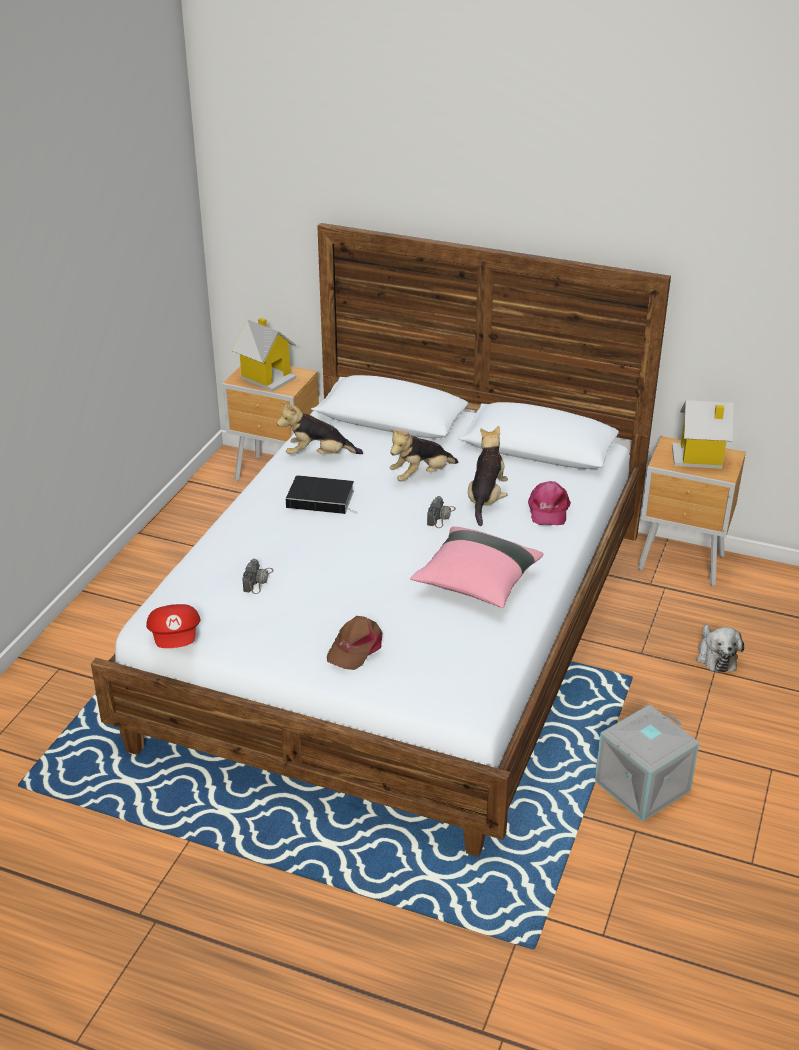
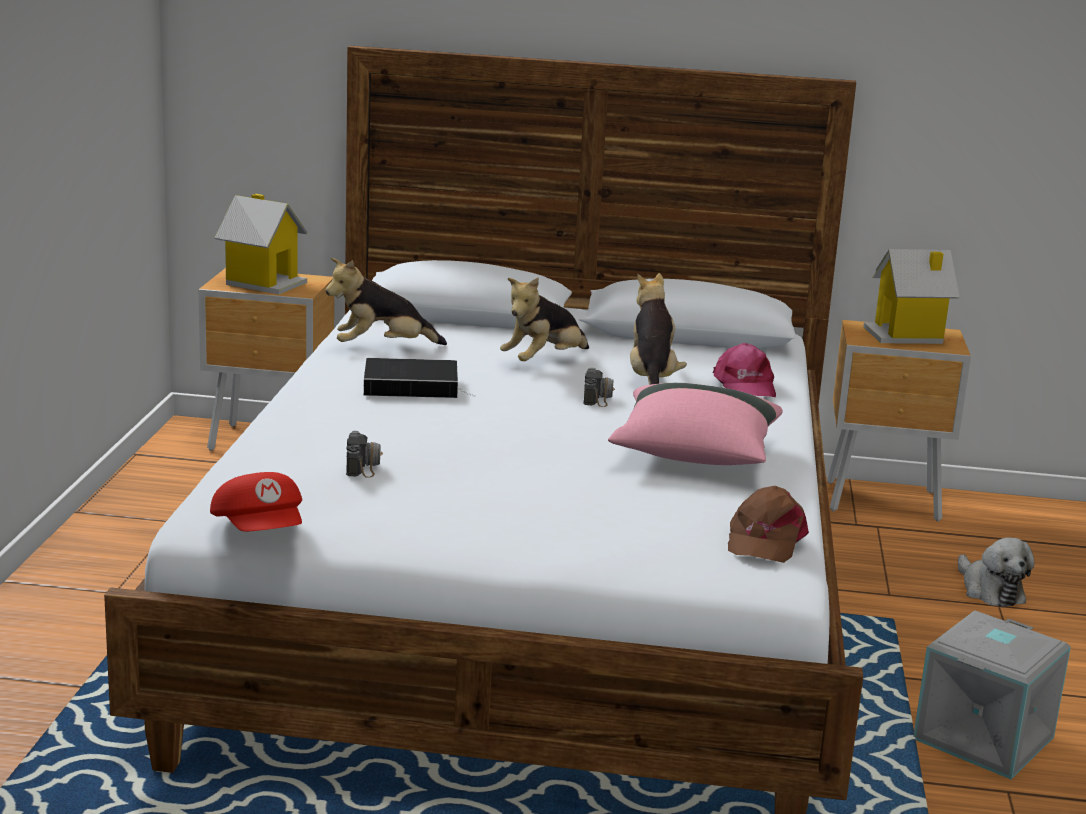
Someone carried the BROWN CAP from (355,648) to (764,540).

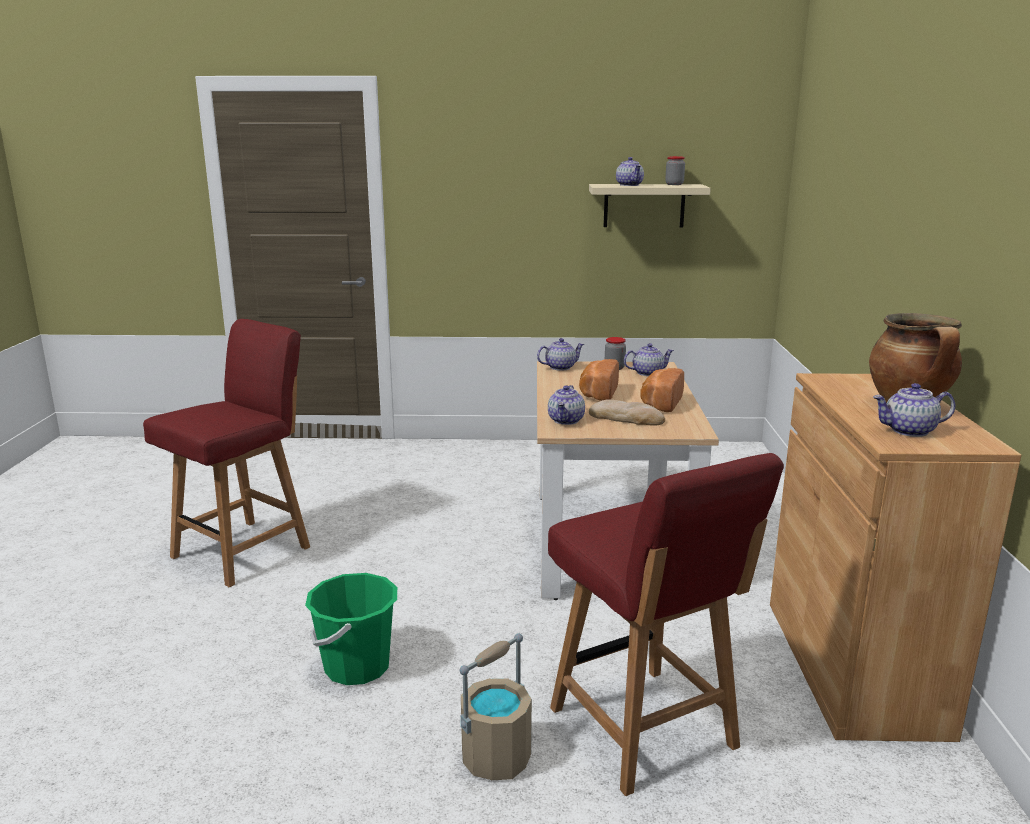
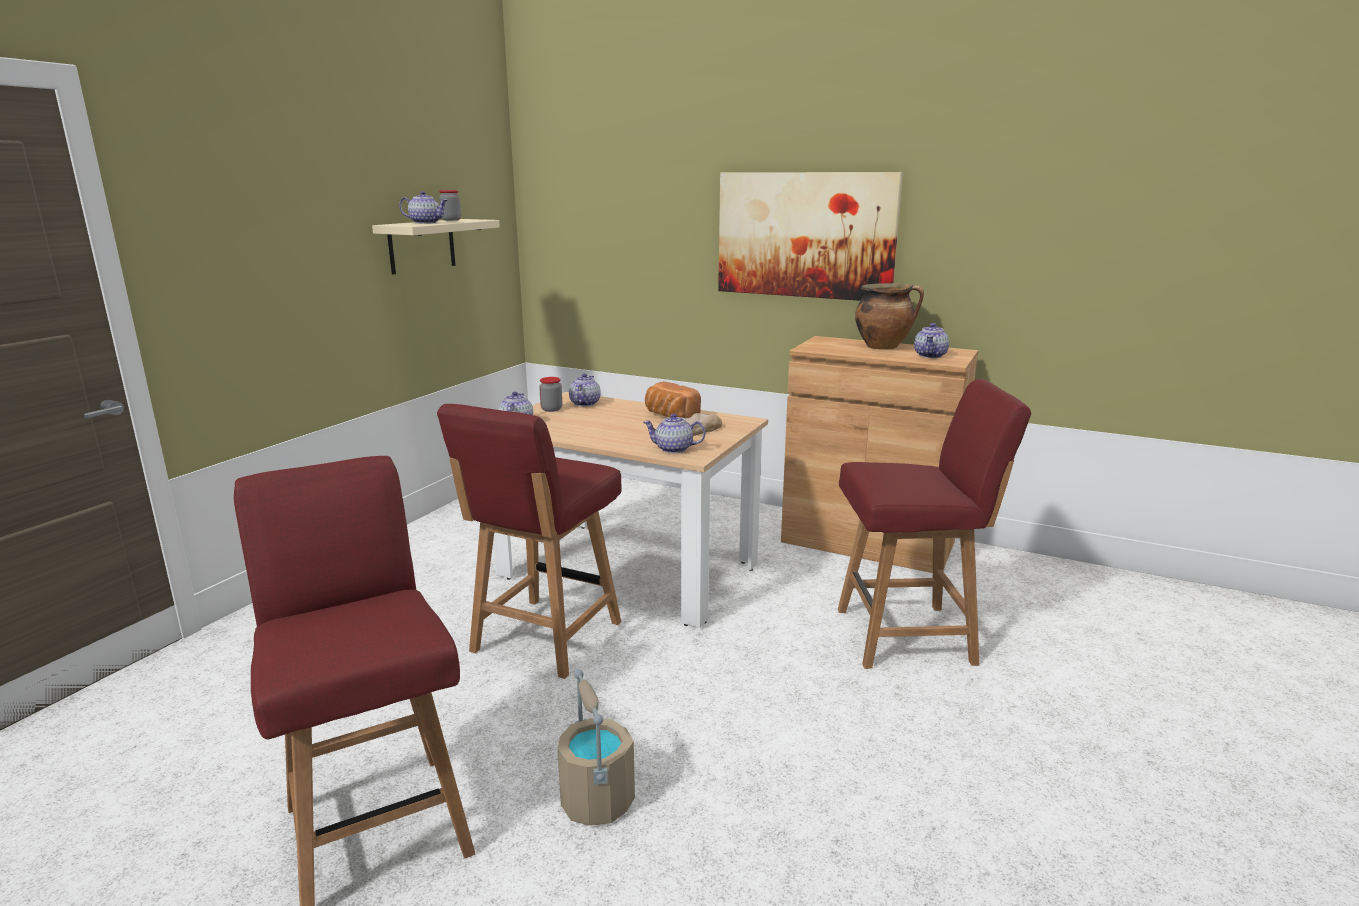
Someone put down the RED CHAIR at (544,638).
Someone carried the BEIGE BUCKET from (496,757) to (596,800).
Someone rotated the TEAPOT at (566,420) by 150 degrees clockwise.
Someone put up the PICTURE at (805,235).
Someone took away the GREEN BUCKET at (357,666).
Someone took away the BREAD at (597,393).

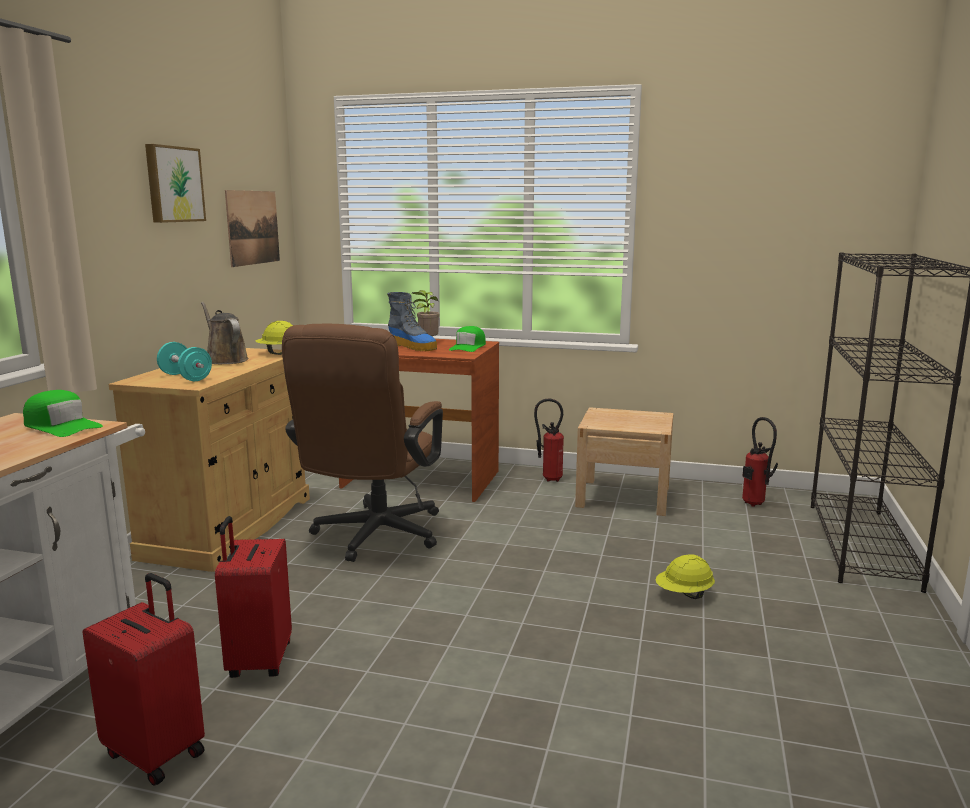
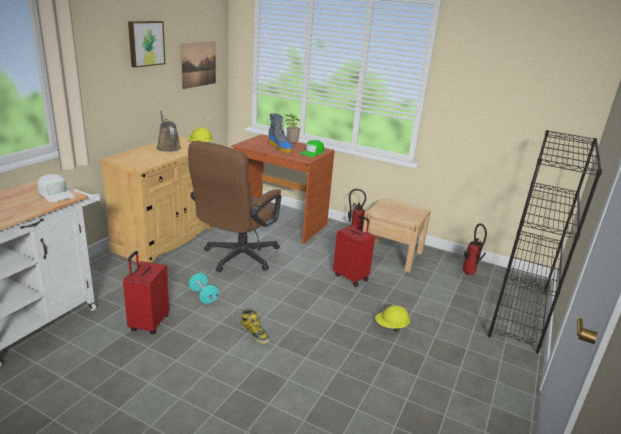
Someone repainted the GREEN CAP at (61,426), which became the WHITE CAP at (55,194).
Someone carried the TURQUOISE DUMBBELL from (185,377) to (203,296).
Someone put down the BOOT at (255,333).
Someone carried the RED SUITCASE from (157,752) to (351,277).

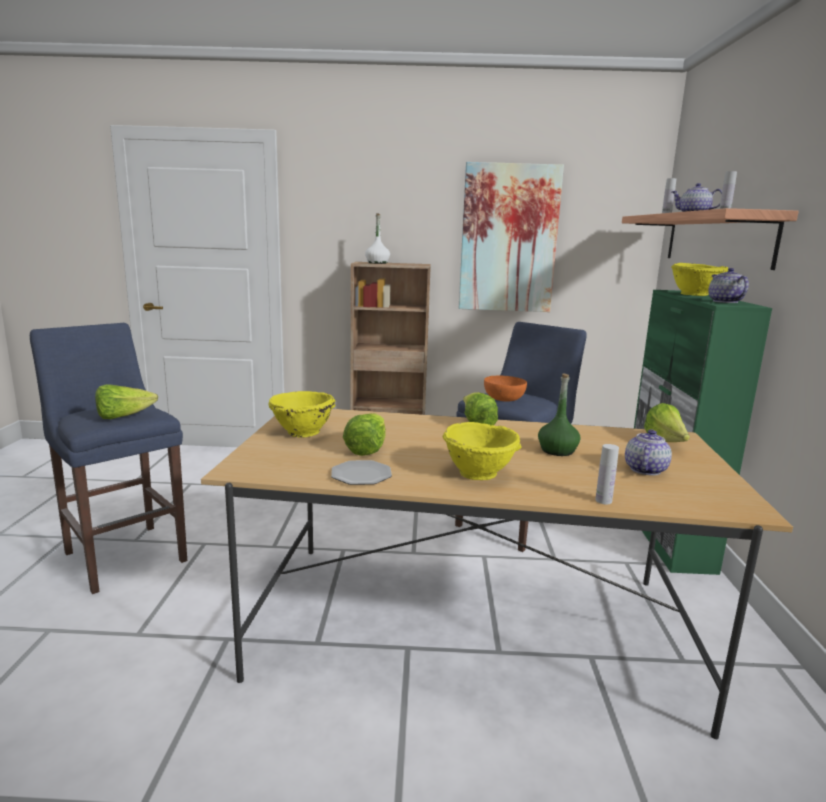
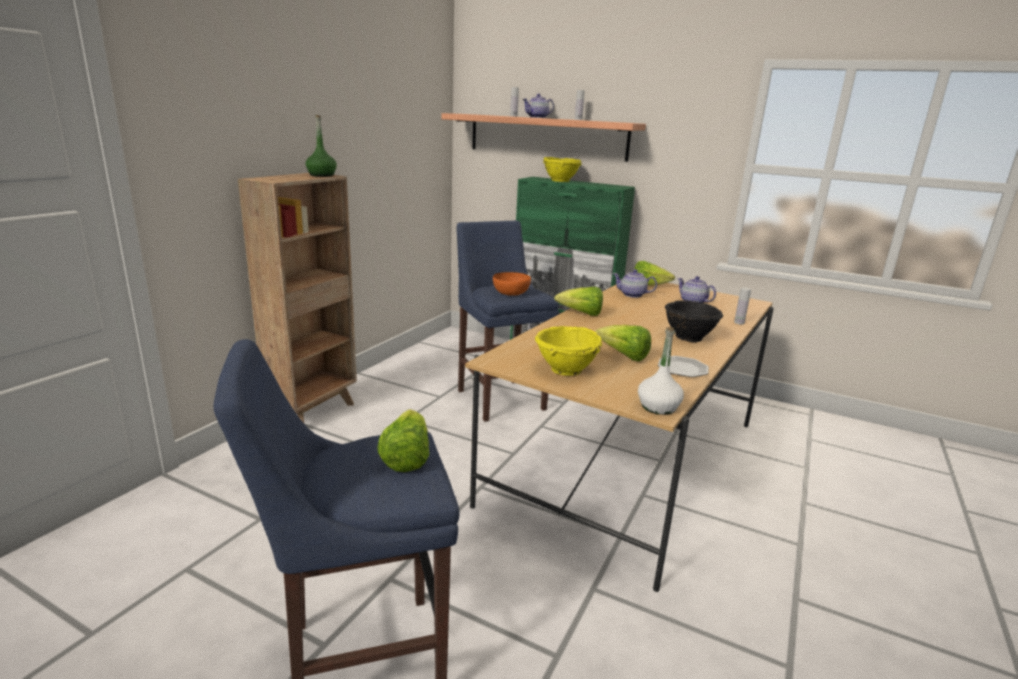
Someone carried the GREEN BOTTLE from (557,451) to (322,175).
Someone carried the TEAPOT from (724,301) to (632,295).
Someone carried the WHITE BOTTLE from (377,263) to (658,407).
Someone repainted the YELLOW BOWL at (479,473), which became the BLACK BOWL at (688,337).
Someone took away the PICTURE at (508,239).

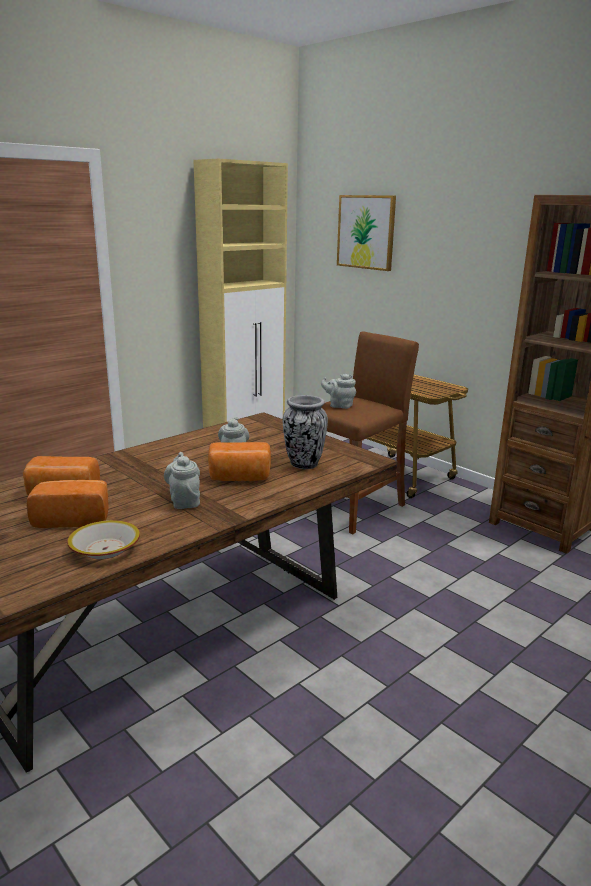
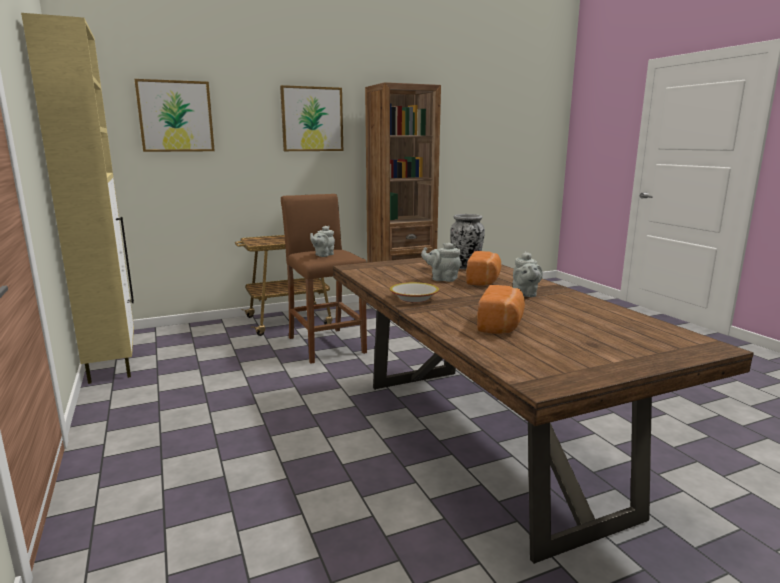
Someone put up the PICTURE at (312,119).
Someone carried the BOWL from (105,549) to (414,298).
Someone rotated the GREY TEAPOT at (184,501) by 90 degrees counterclockwise.
Someone took away the BREAD at (73,518).

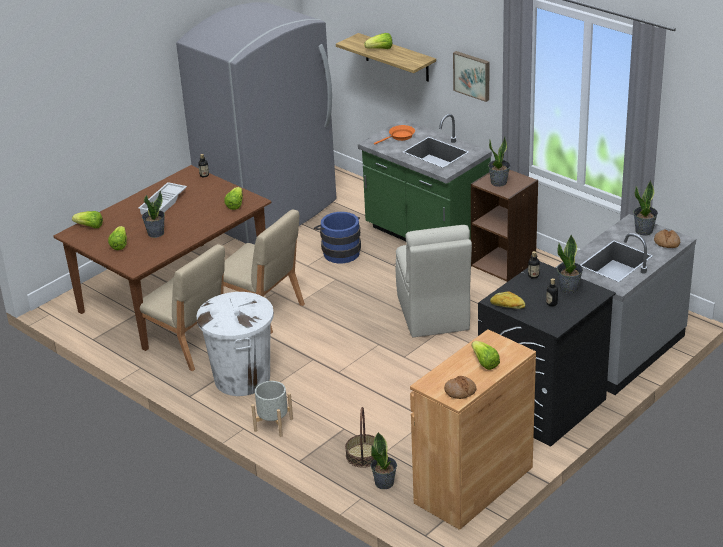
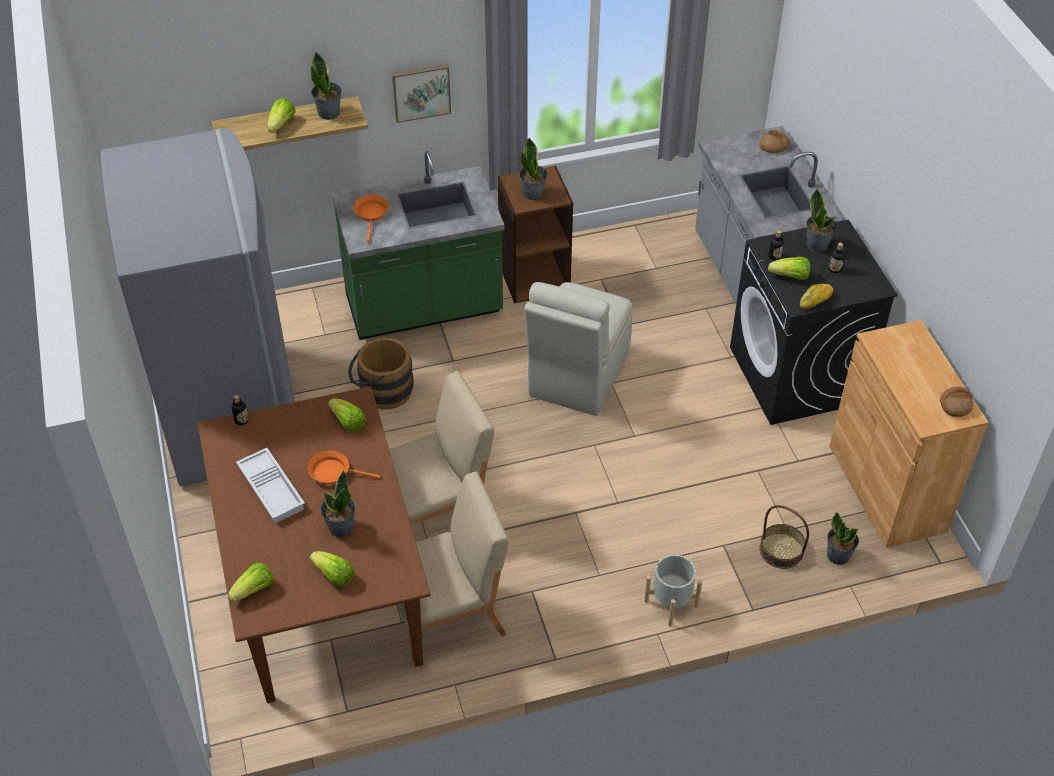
Someone put down the ORANGE FRYING PAN at (333,472).
Someone carried the POTTED PLANT from (644,231) to (329,113).
Someone repainted the BLUE BUCKET at (339,251), which became the BROWN BUCKET at (382,391).
Someone rotated the BEIGE CHAIR at (433,314) by 90 degrees clockwise.
Someone carried the LETTUCE from (484,363) to (790,276).
Someone took away the WHITE TRASH CAN at (242,378).

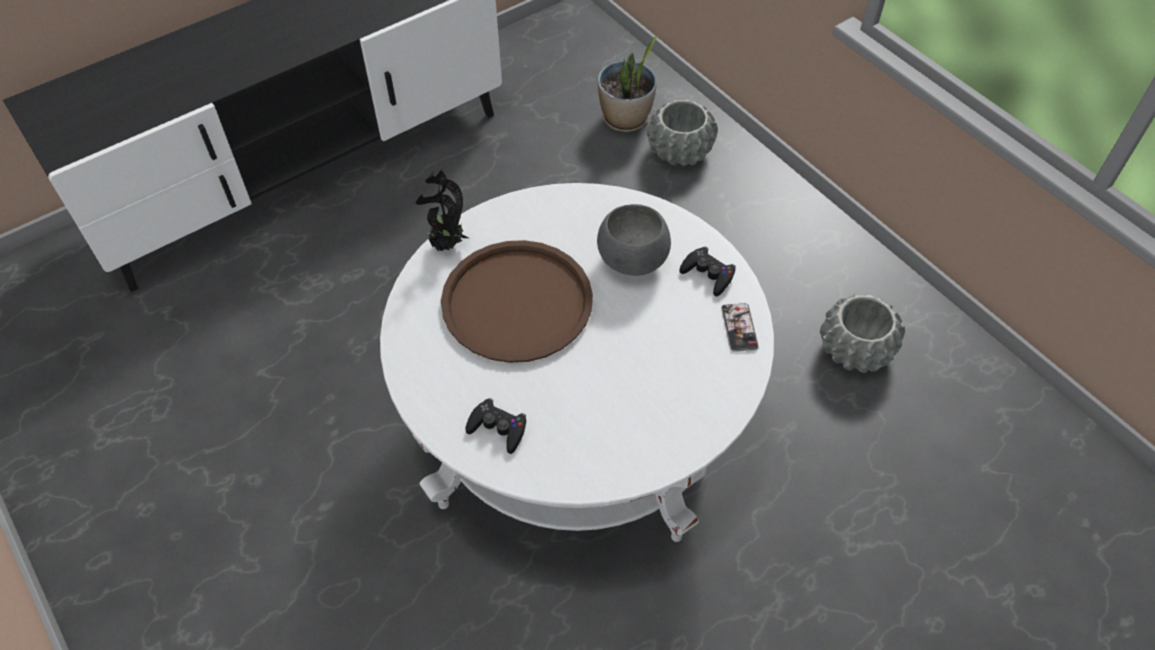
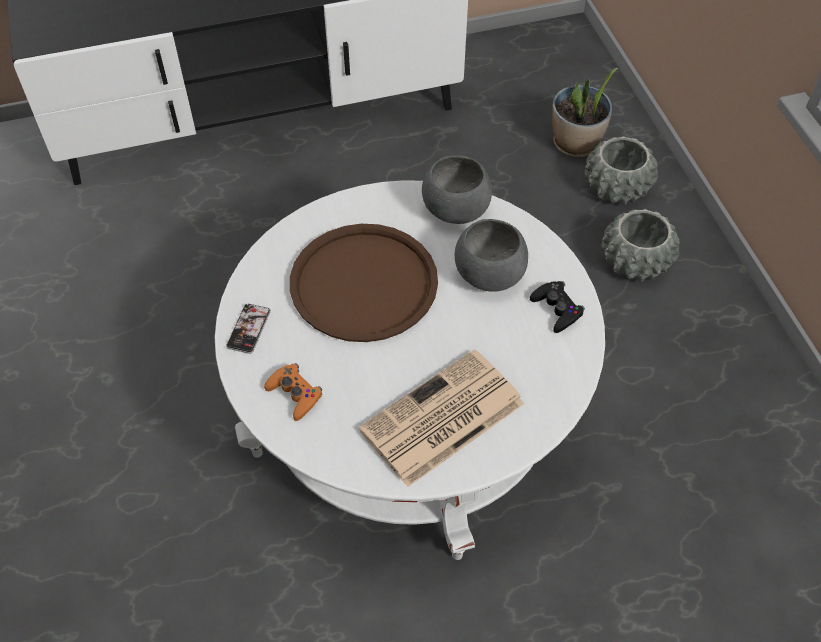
Someone carried the PHONE from (739,328) to (249,329).
Someone repainted the BLACK GAME CONTROLLER at (498,428), which became the ORANGE GAME CONTROLLER at (295,394).
Someone put down the NEWSPAPER at (441,419).
Someone put down the GREY BOWL at (455,210).
Someone carried the GREY PLANTER from (855,350) to (635,262).
Someone took away the POTTED PLANT at (446,245).

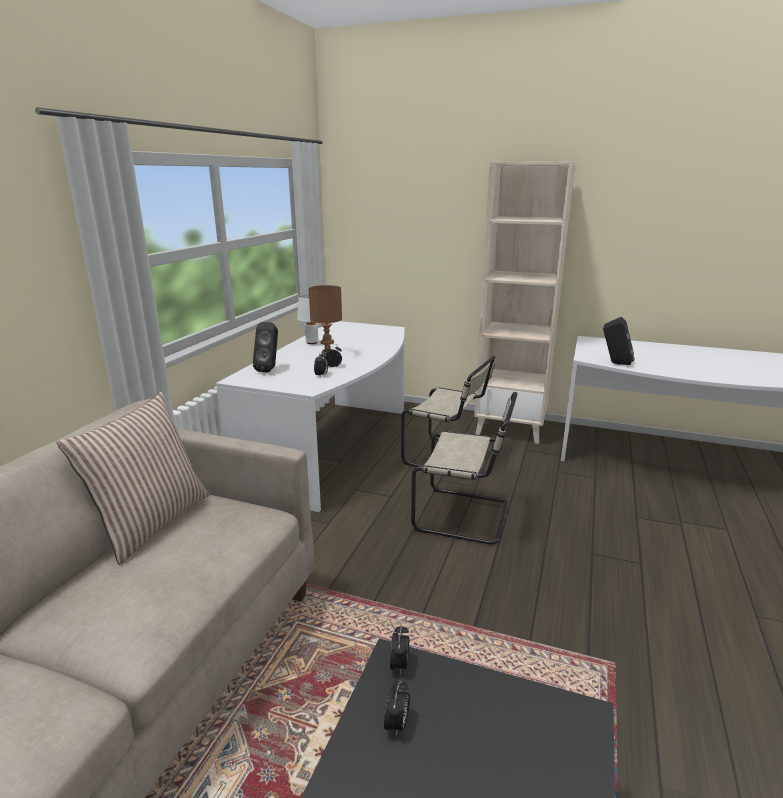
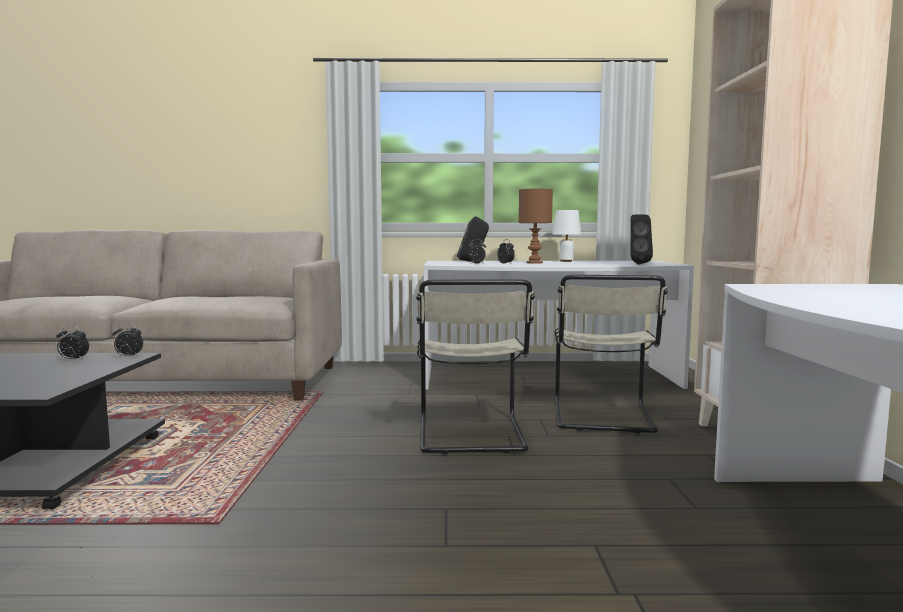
Someone carried the BLACK SPEAKER from (615,363) to (638,264).
Someone took away the PILLOW at (151,522).

